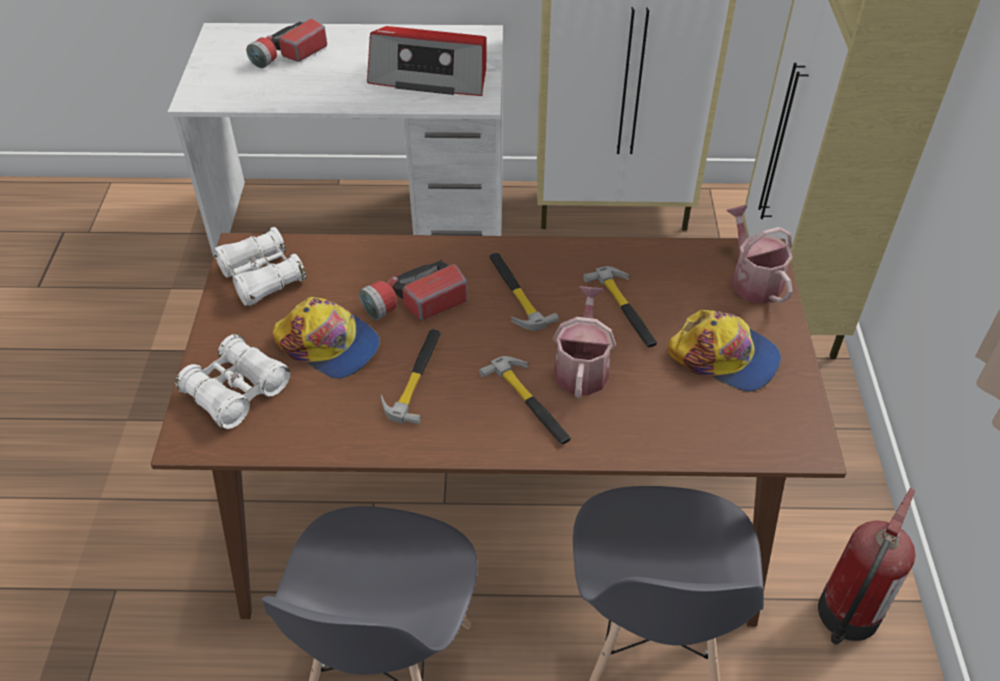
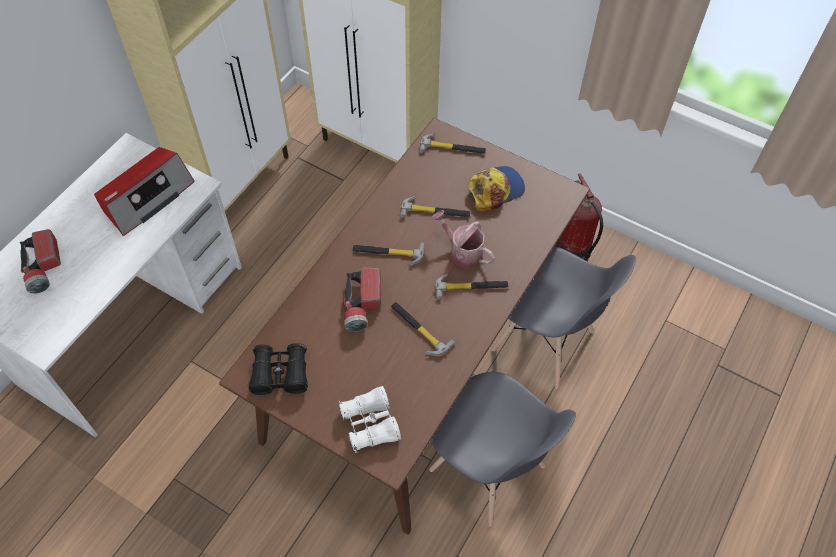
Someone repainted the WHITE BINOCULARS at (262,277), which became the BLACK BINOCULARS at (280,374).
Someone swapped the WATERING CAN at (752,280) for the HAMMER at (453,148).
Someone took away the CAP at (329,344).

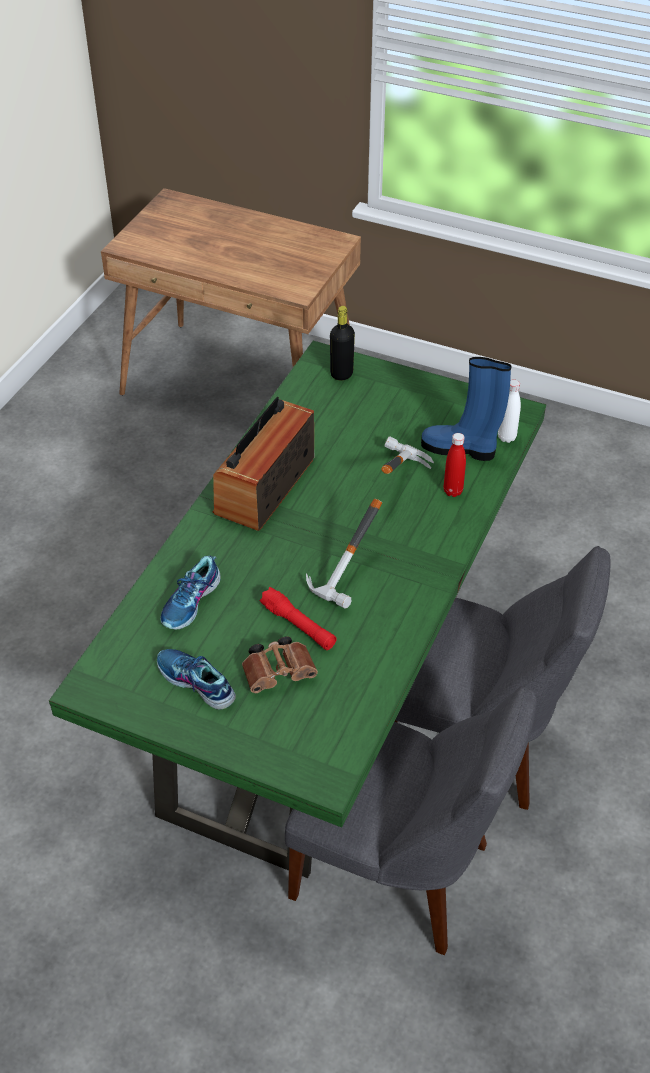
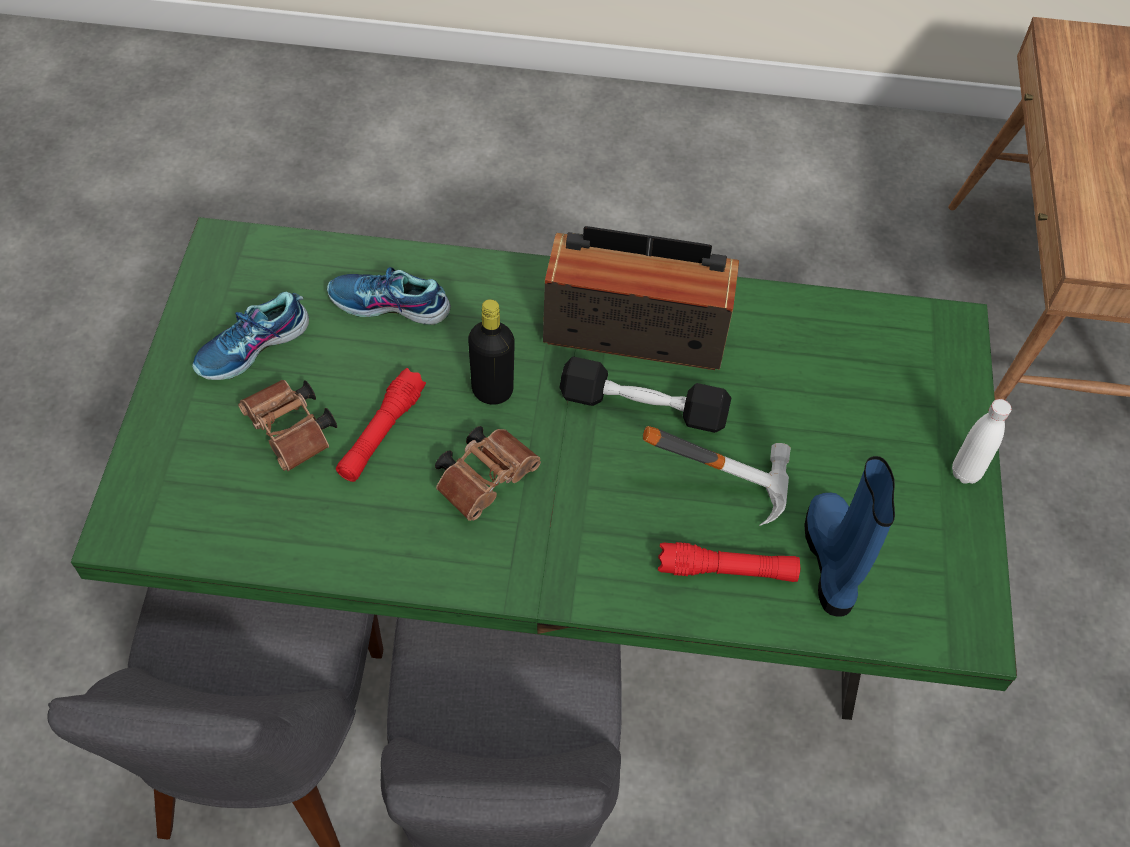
Someone rotated the SHOE at (195,683) by 150 degrees counterclockwise.
Someone swapped the HAMMER at (353,580) for the BROWN BINOCULARS at (487,478).
Someone carried the BLACK BOTTLE from (341,374) to (492,391).
Someone put down the BLACK DUMBBELL at (643,407).
Someone swapped the RED BOTTLE at (453,491) for the RED FLASHLIGHT at (727,570).
Someone carried the WHITE BOTTLE from (506,437) to (965,473).

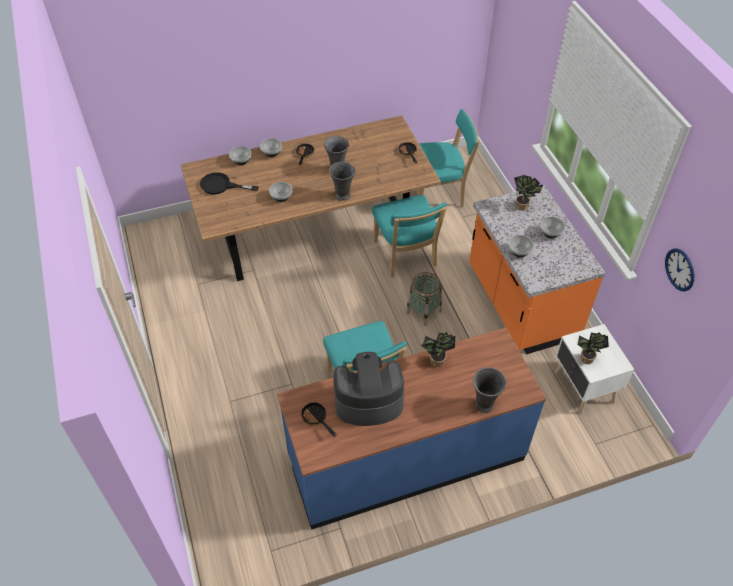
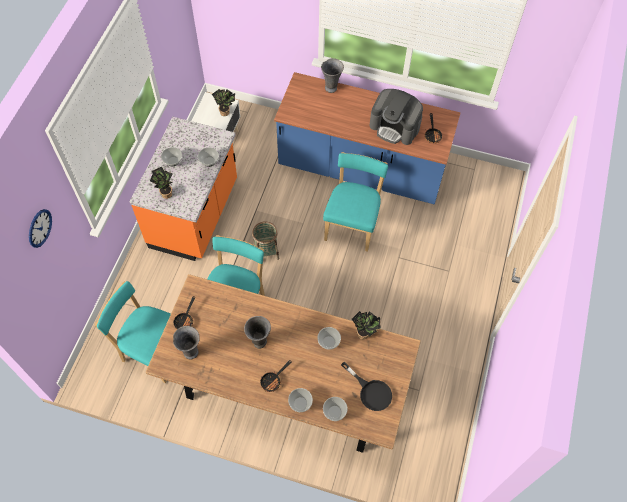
Someone carried the WALL CLOCK from (680,269) to (39,228).
Someone carried the GREY VASE from (343,196) to (190,351).
Someone carried the POTTED PLANT from (436,362) to (364,333).

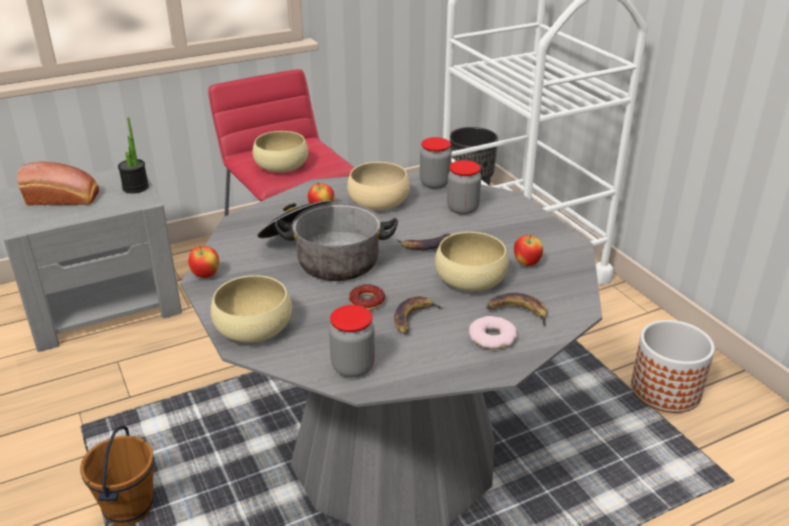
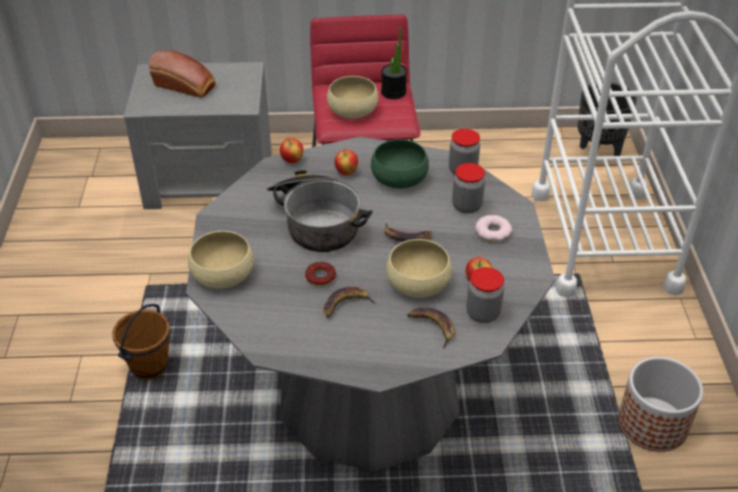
Someone carried the APPLE from (206,275) to (292,161).
Someone repainted the BEIGE BOWL at (378,202), which became the GREEN BOWL at (399,177).
Someone carried the POTTED PLANT from (135,187) to (393,92).
Someone carried the JAR from (353,367) to (483,313).
Someone carried the DONUT from (492,337) to (493,231).

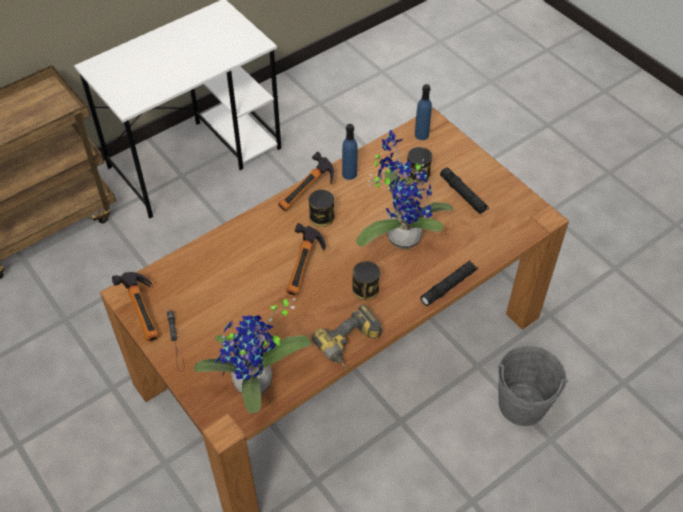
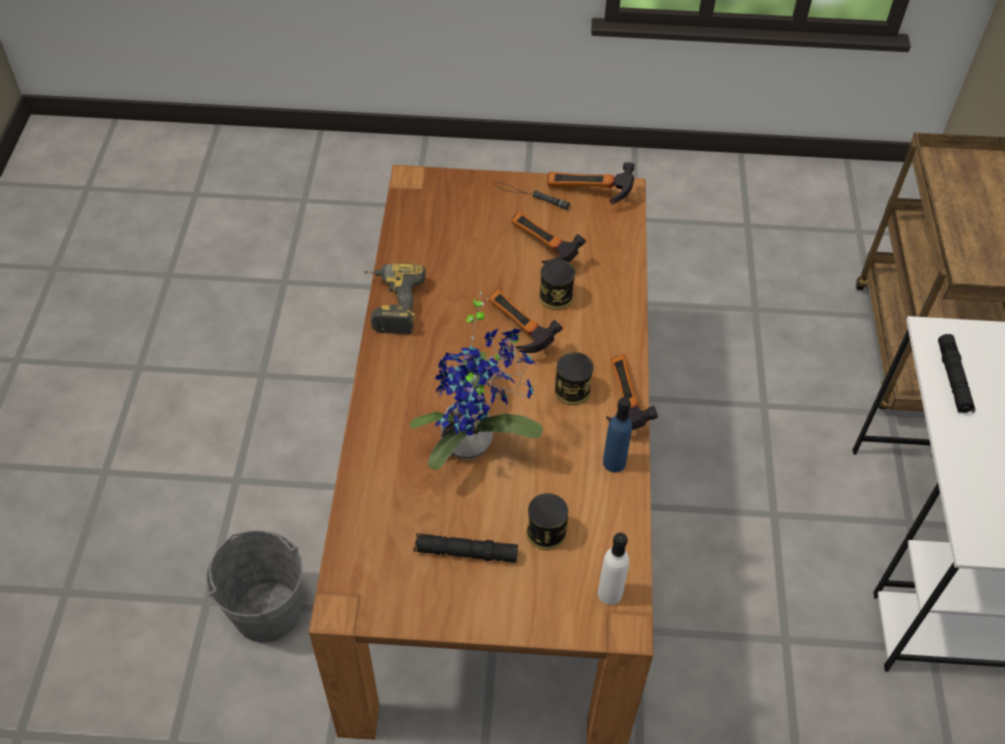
Someone put down the HAMMER at (539,249).
Someone carried the CAN from (365,289) to (556,297).
Someone repainted the BLUE BOTTLE at (421,135), which became the WHITE BOTTLE at (610,593).
Someone carried the BLACK FLASHLIGHT from (448,286) to (953,379).
Someone took away the POTTED PLANT at (255,386).

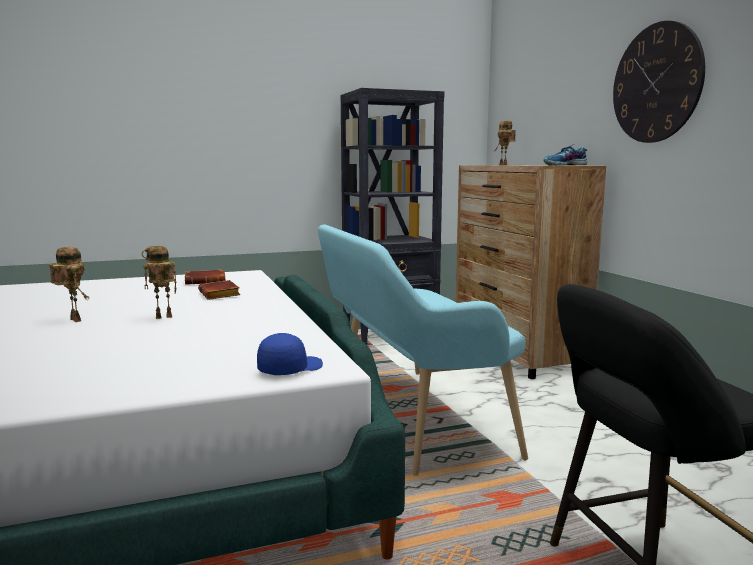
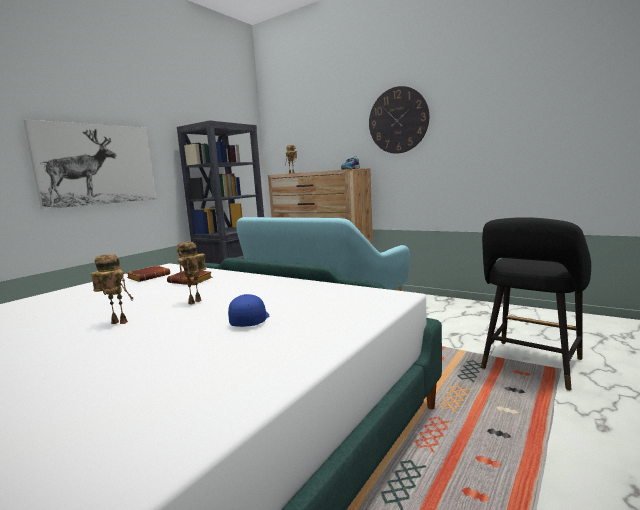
Someone put up the PICTURE at (97,165).
Someone carried the BLUE CAP from (290,369) to (249,321).

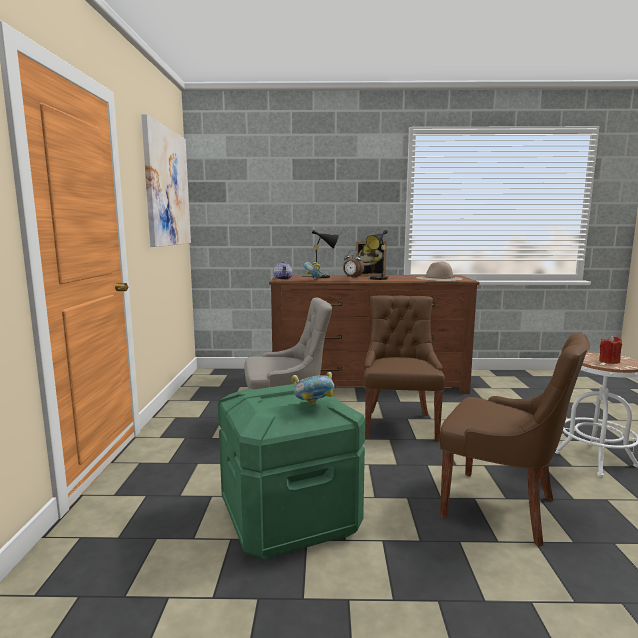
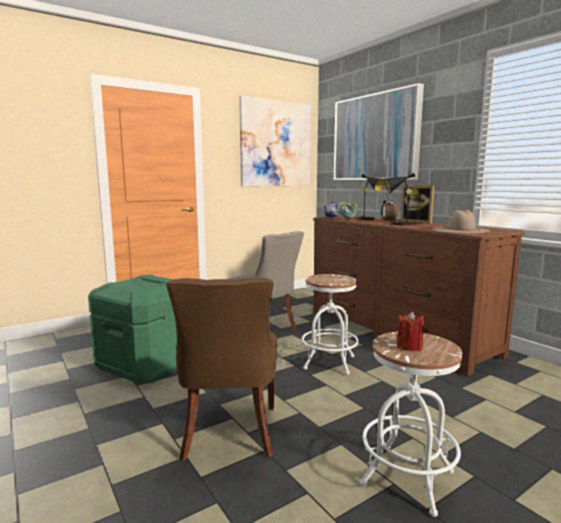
Someone swapped the BROWN CHAIR at (399,424) for the WHITE STOOL at (329,362).
Someone put up the PICTURE at (375,137).
Someone took away the BOWL at (314,406).

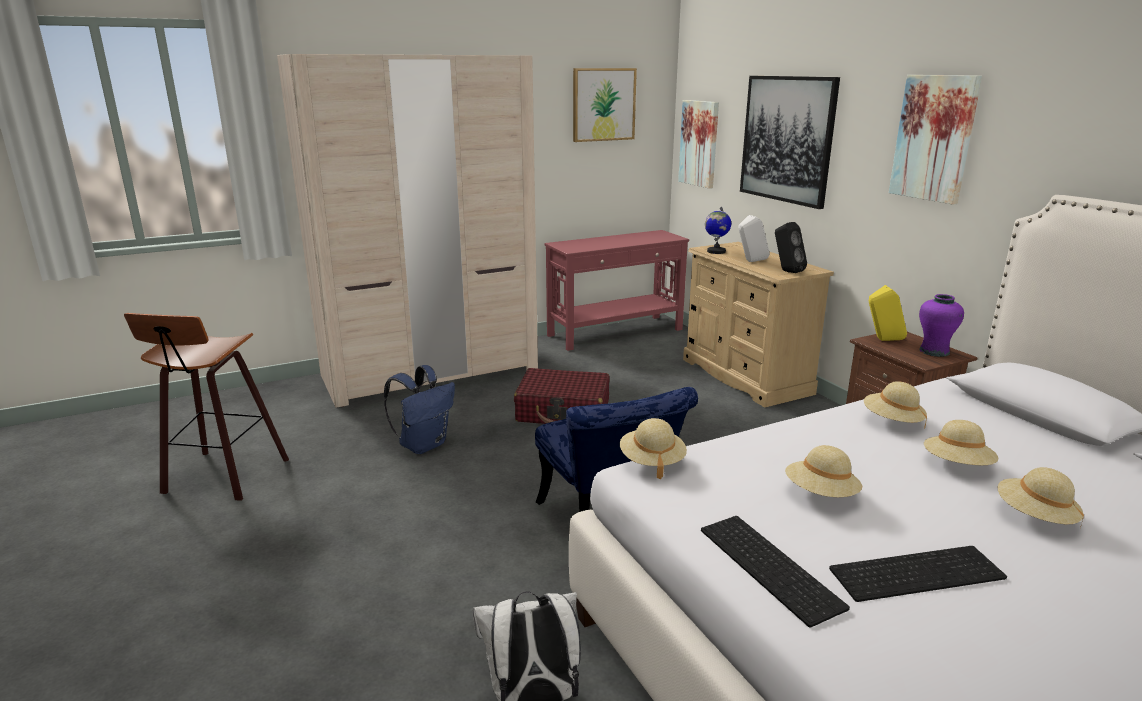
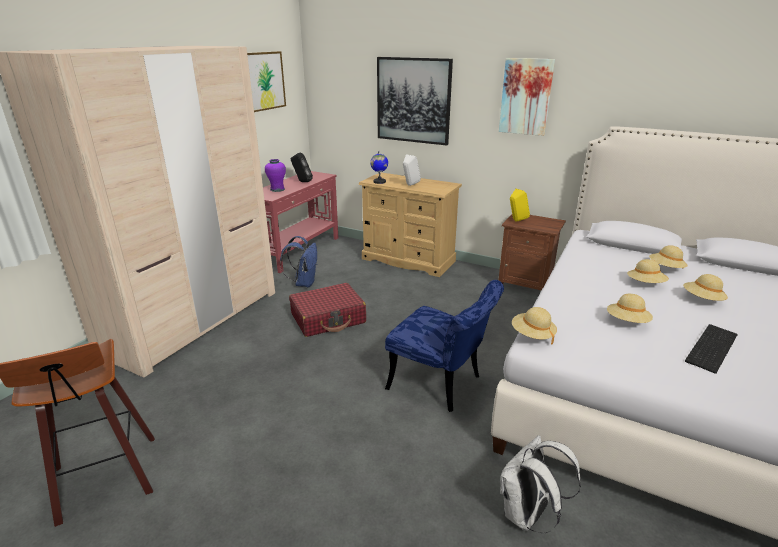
Someone carried the PURPLE VASE from (934,352) to (277,189).
Someone carried the BLUE BACKPACK from (424,445) to (304,283).
Someone carried the BLACK SPEAKER from (786,271) to (302,182).
Someone carried the BEIGE HAT from (892,421) to (665,268).
Someone took away the PICTURE at (699,143).
Someone took away the KEYBOARD at (772,567).

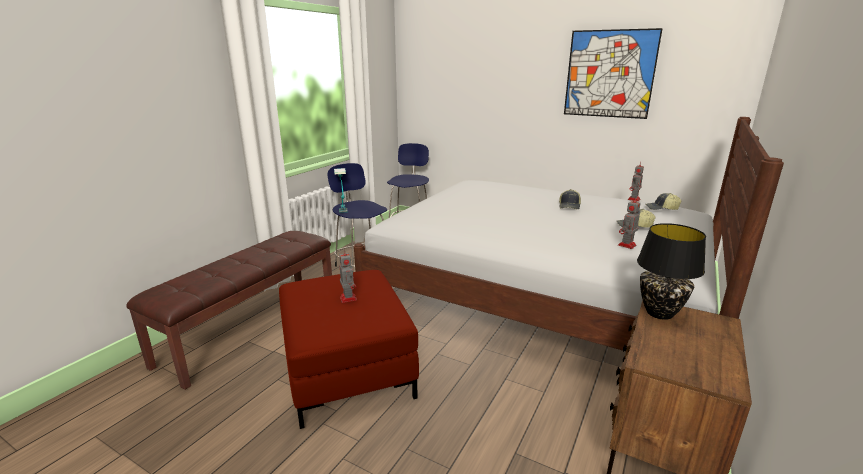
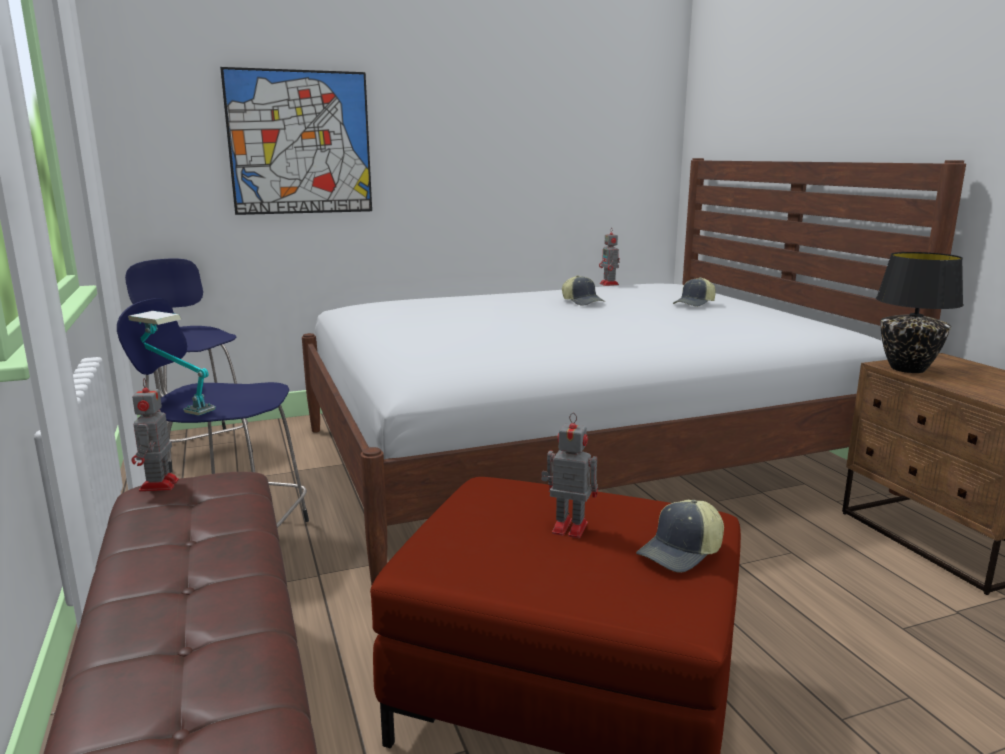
Someone carried the TOY ROBOT from (626,245) to (158,486).
Someone carried the PICTURE from (609,74) to (300,143).
Someone carried the CAP from (661,209) to (682,553).

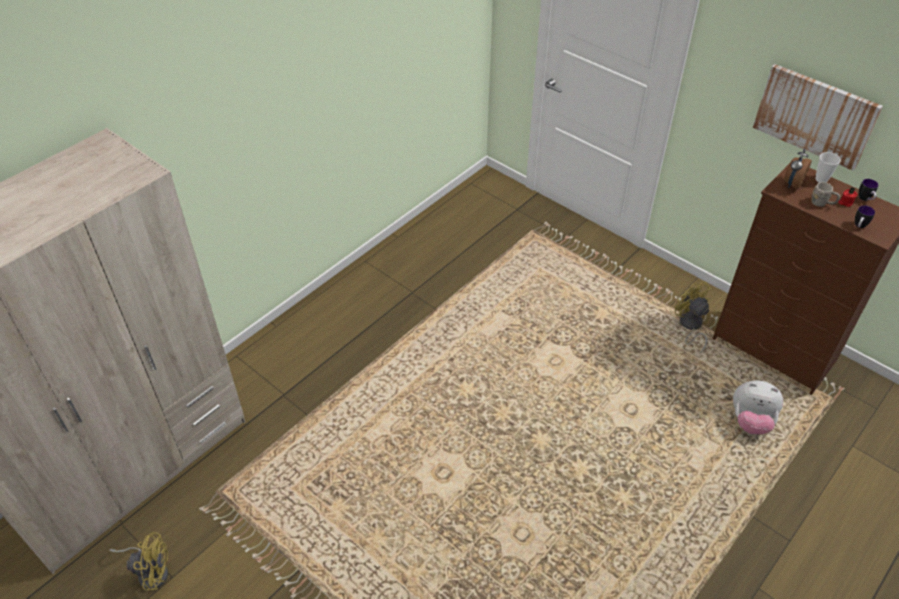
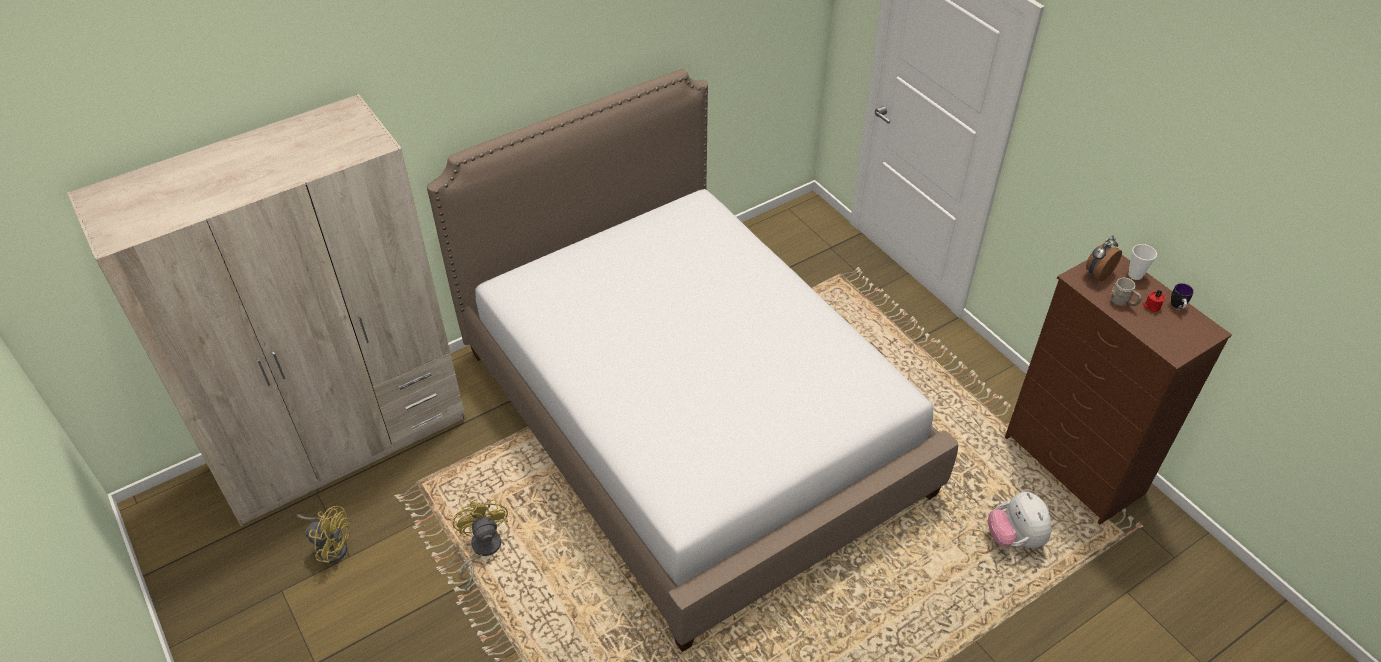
Someone put down the BED at (690,420).
Someone carried the YELLOW FAN from (690,326) to (482,549).
Someone rotated the PLUSH TOY at (750,421) by 45 degrees clockwise.
Someone took away the PICTURE at (815,116).
Someone took away the MUG at (859,226).

